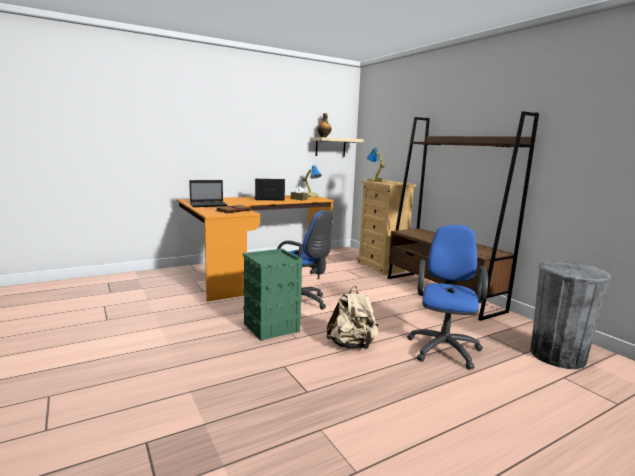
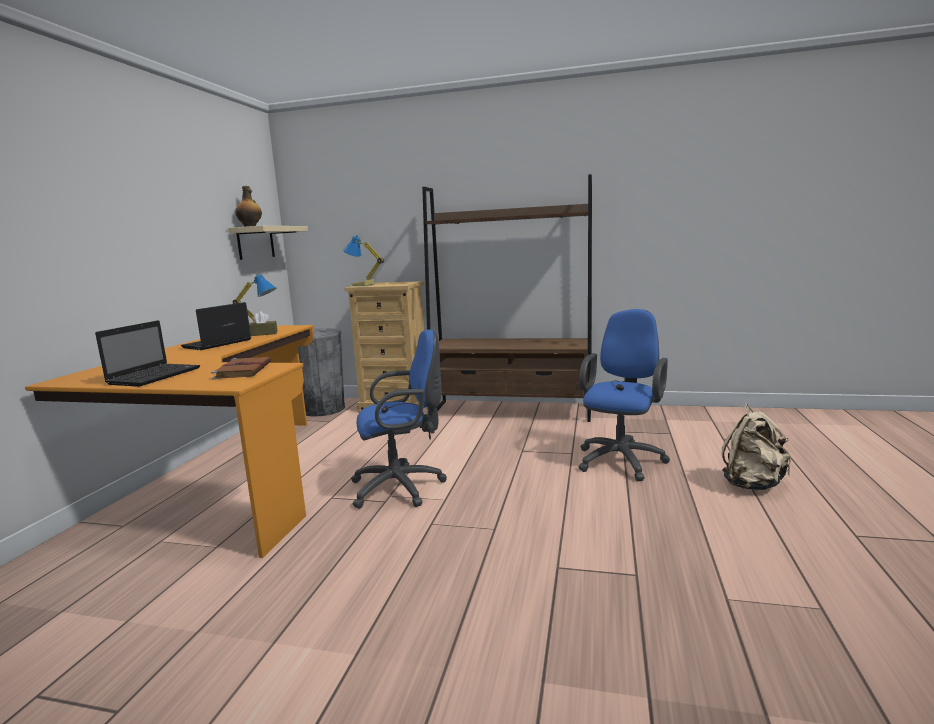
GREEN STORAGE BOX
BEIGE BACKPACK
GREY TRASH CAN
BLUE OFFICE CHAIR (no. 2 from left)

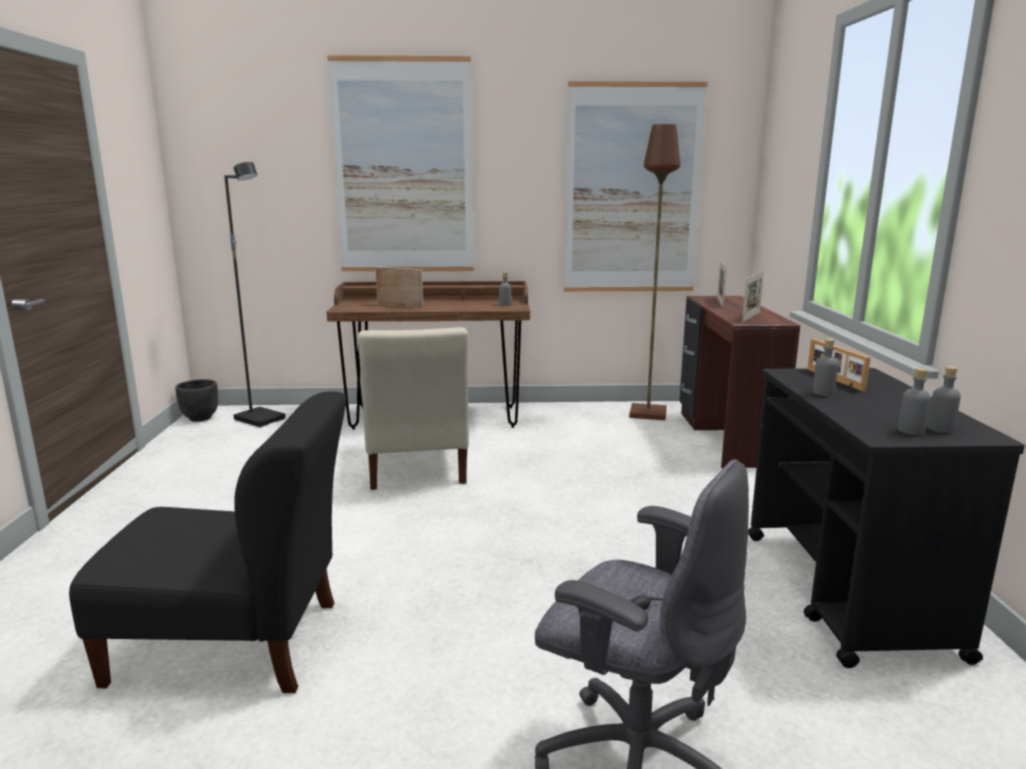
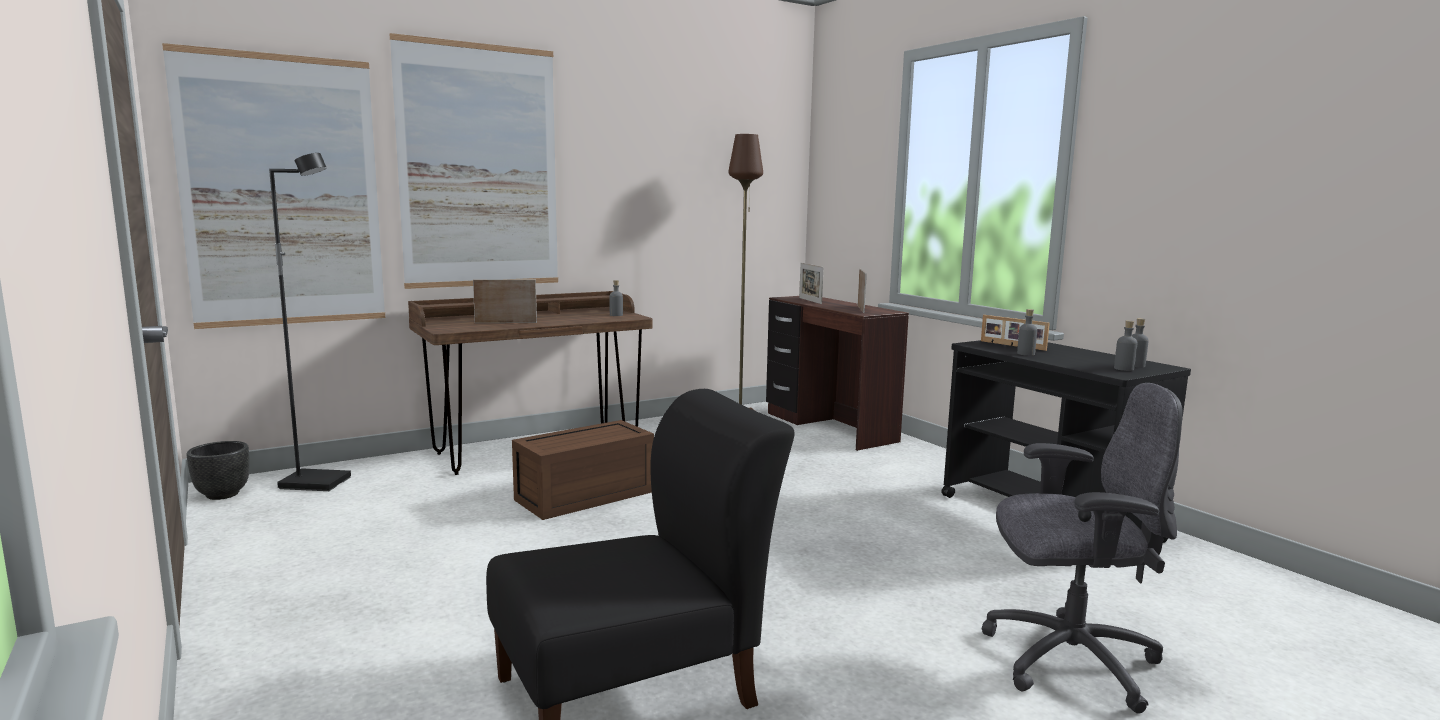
PICTURE (no. 1 from left)
BROWN STORAGE BOX

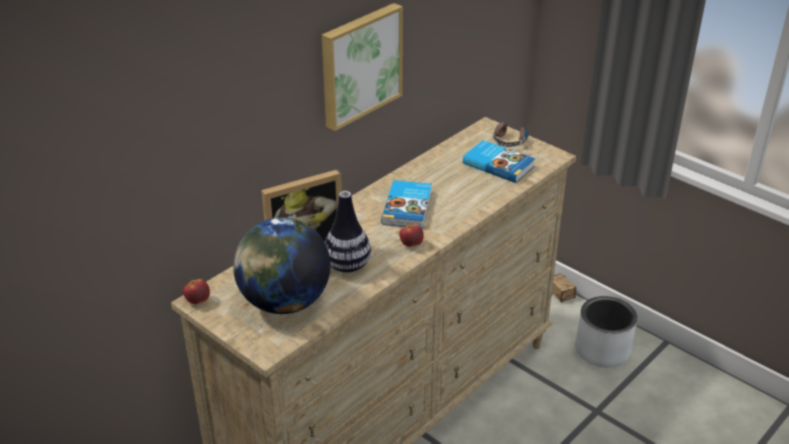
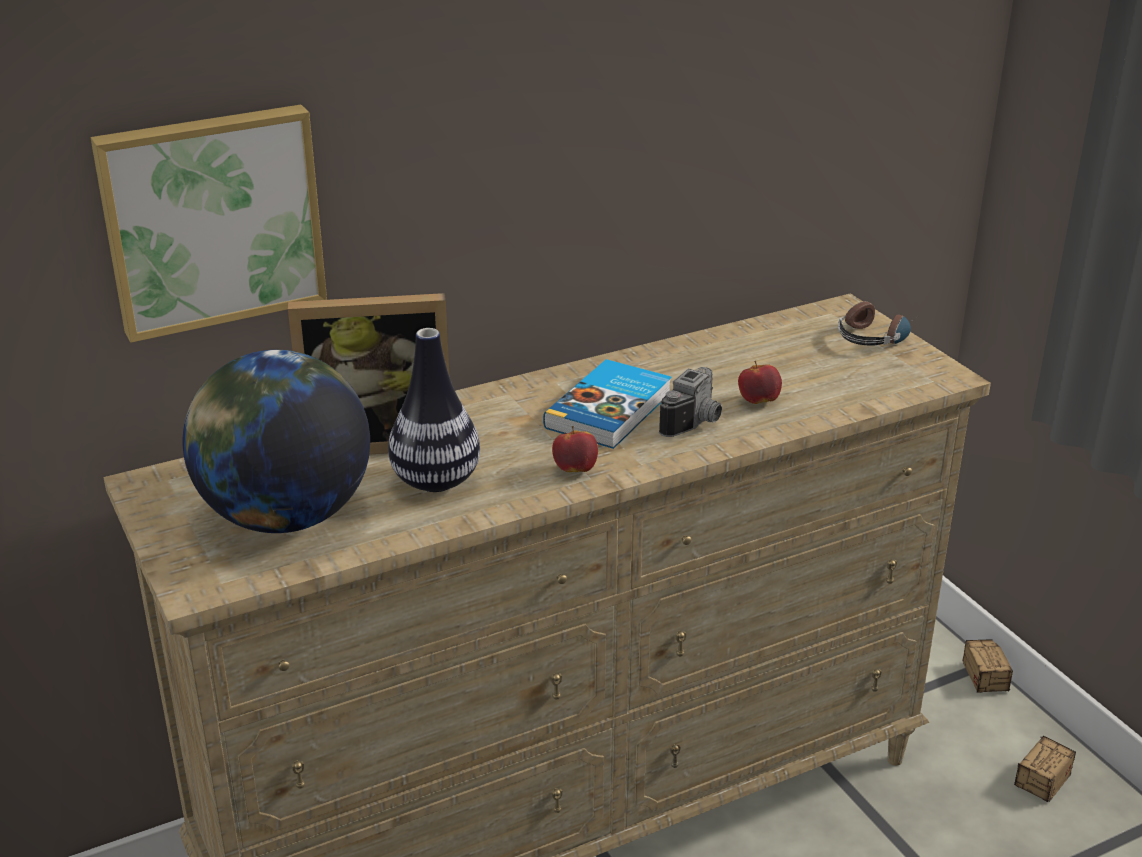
BOOK (no. 2 from left in the first image)
PHOTO CAMERA
APPLE (no. 2 from left)
PICTURE
STORAGE BOX (no. 2 from left)

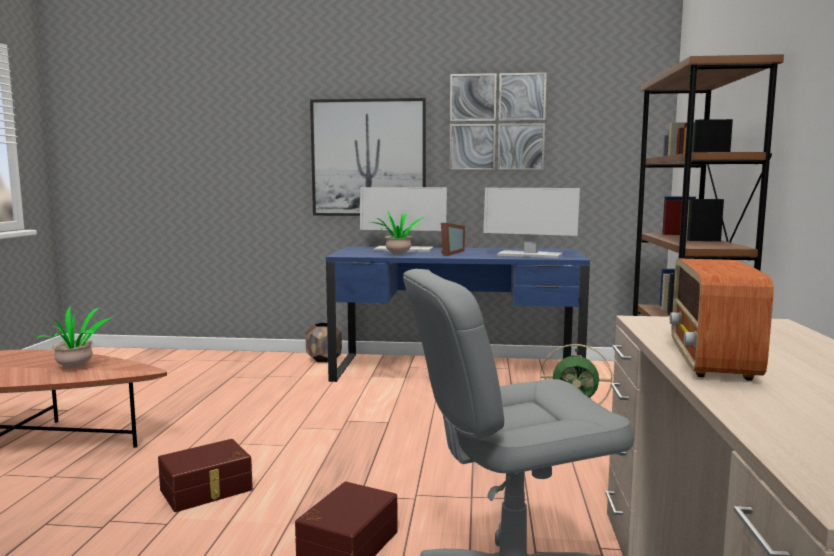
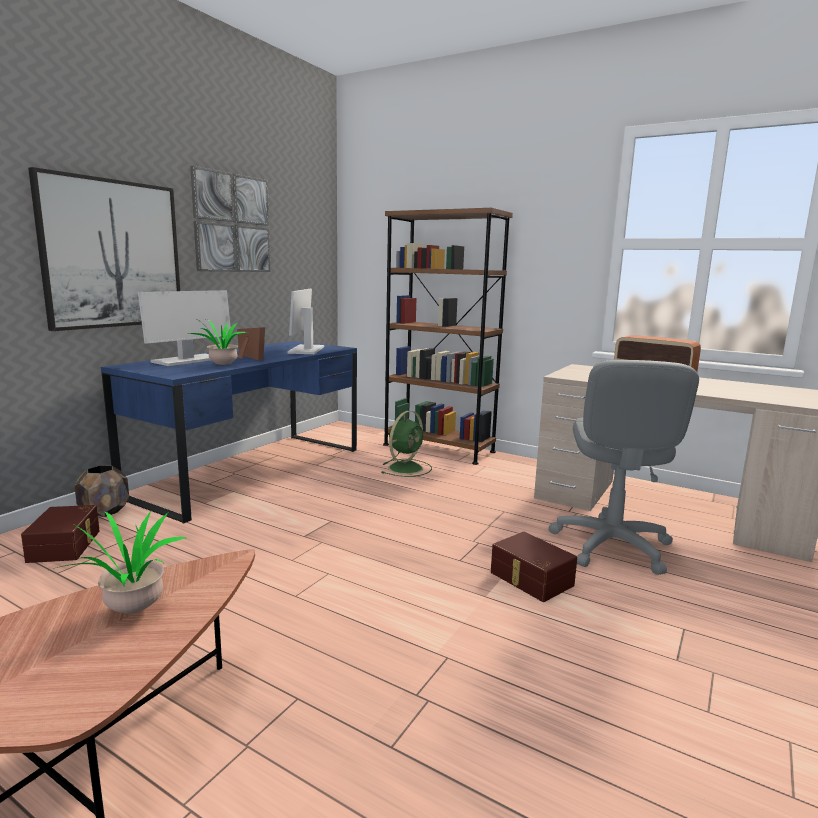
BROWN STORAGE BOX (no. 1 from left)
MONITOR (no. 2 from left)

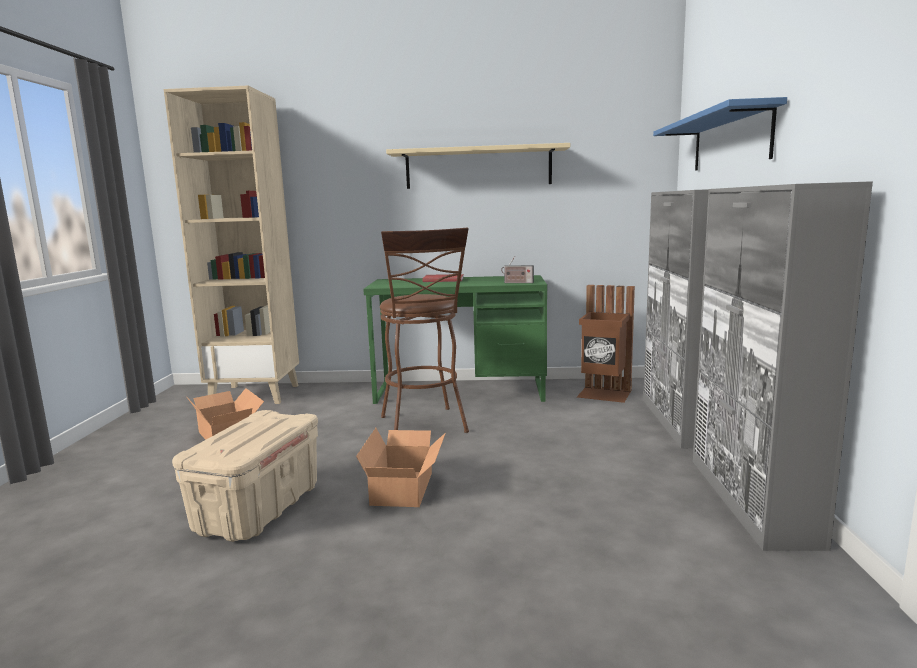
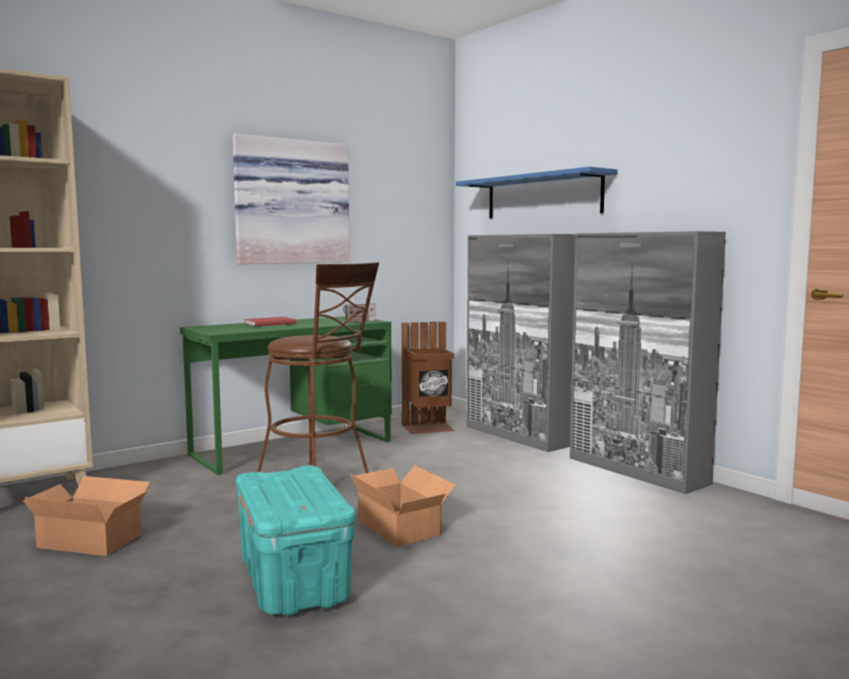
PICTURE
TURQUOISE STORAGE BOX

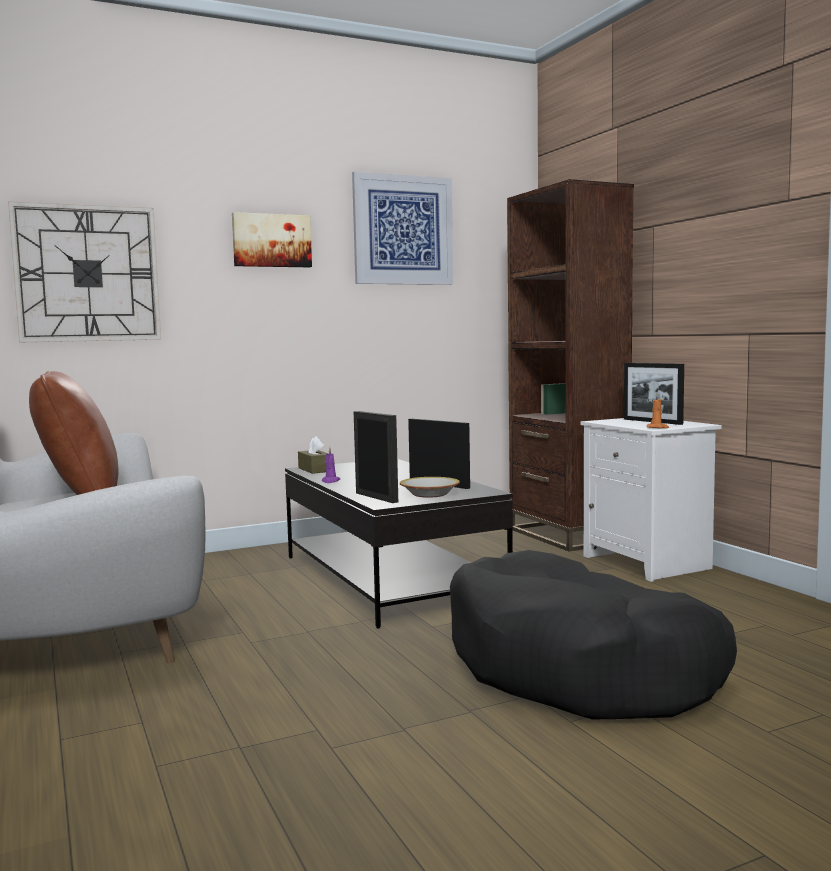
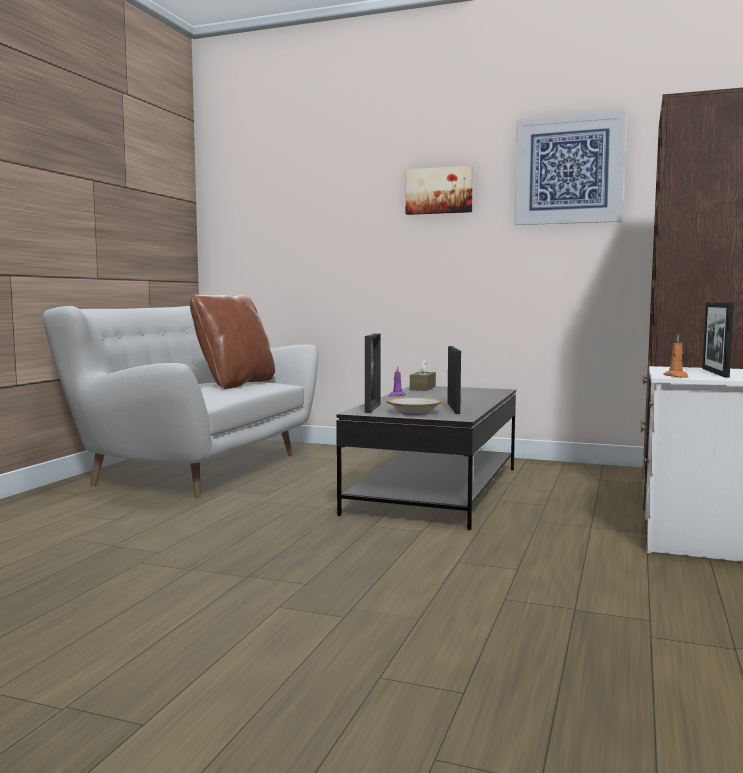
WALL CLOCK
BLACK DOG BED

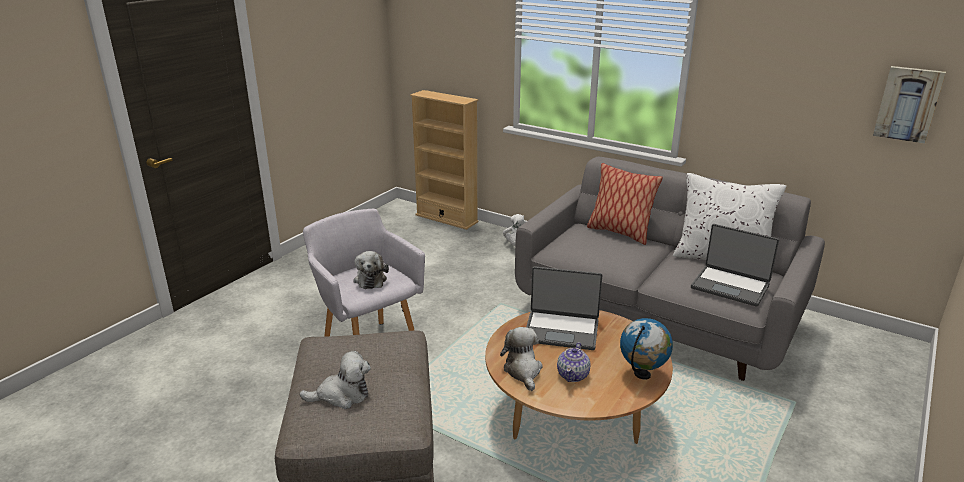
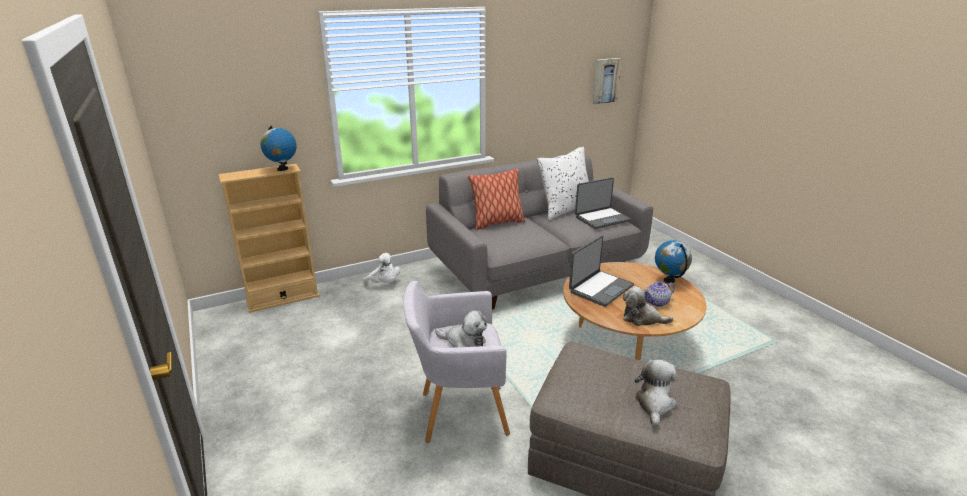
GLOBE (no. 1 from left)
TEAPOT

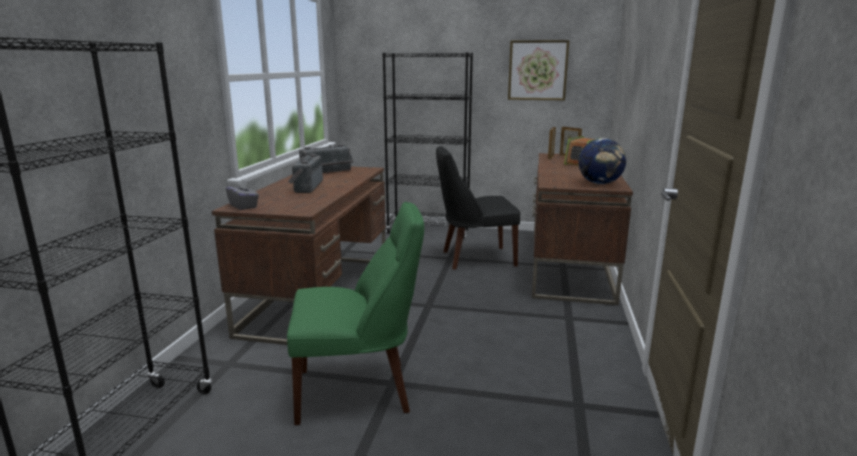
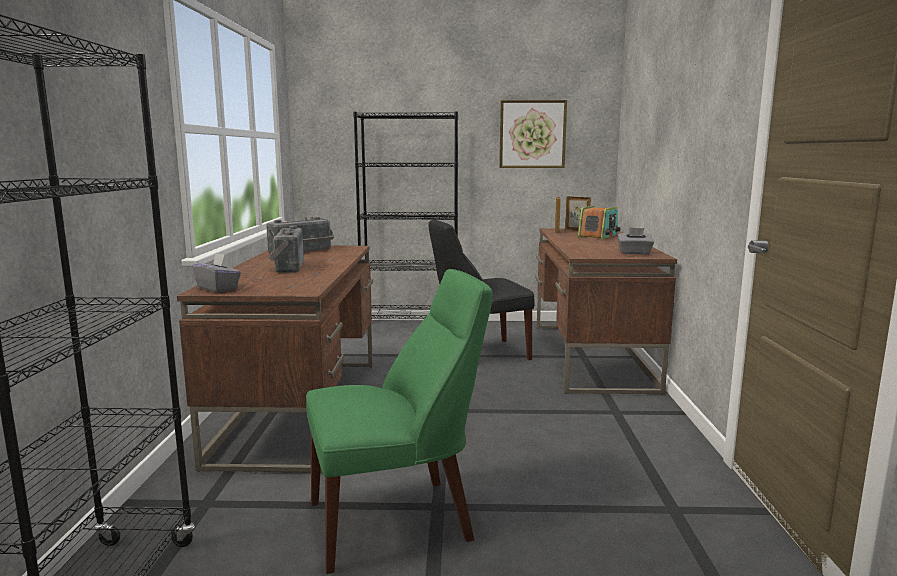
GREY TISSUE BOX (no. 2 from left)

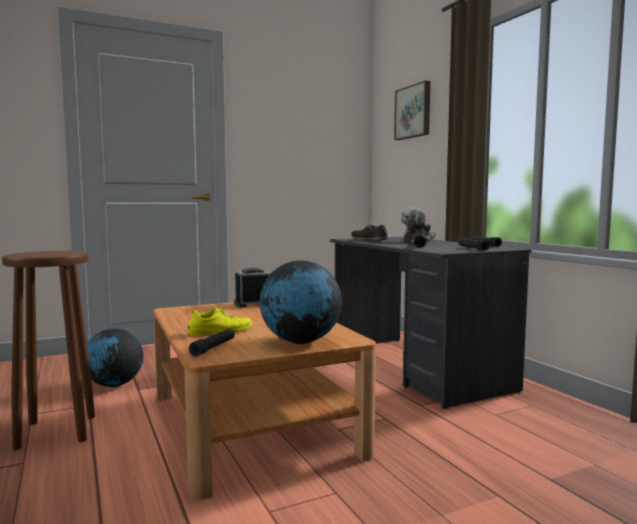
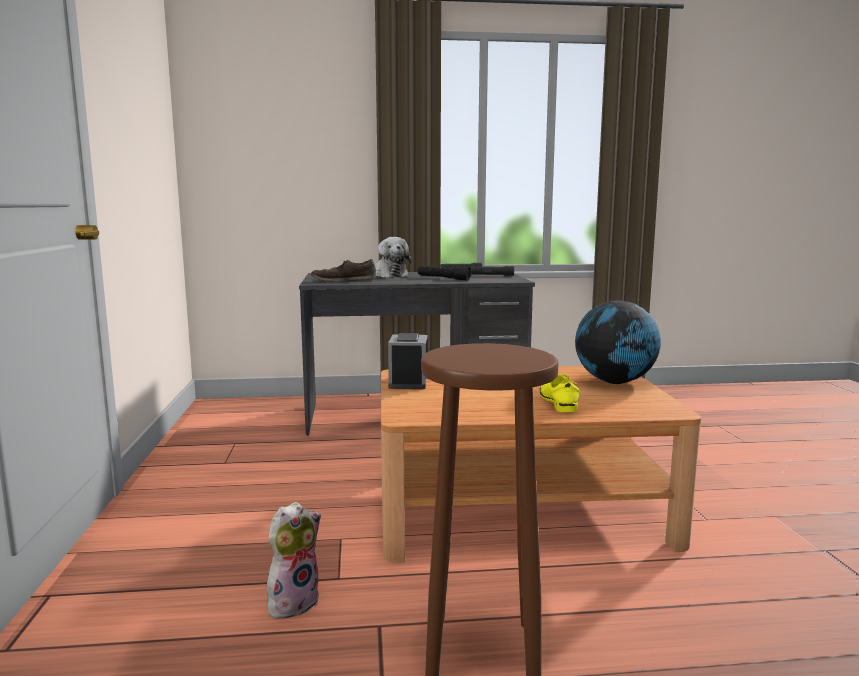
BLACK FLASHLIGHT (no. 1 from left in the first image)
PICTURE
PLUSH TOY (no. 1 from left)

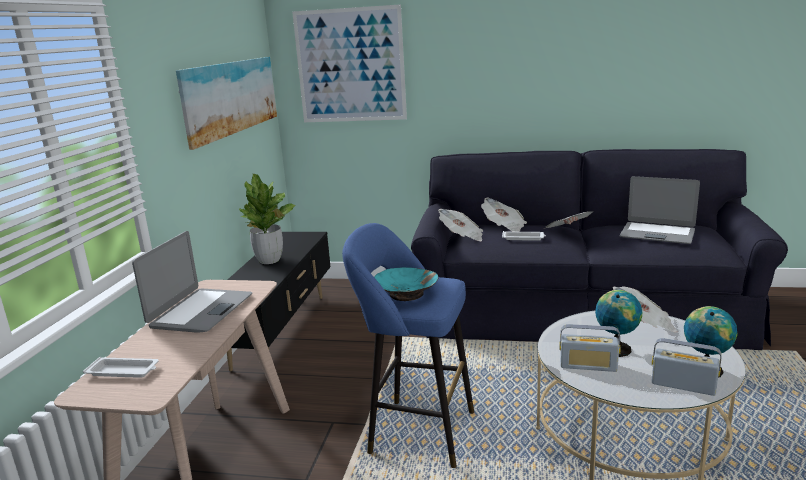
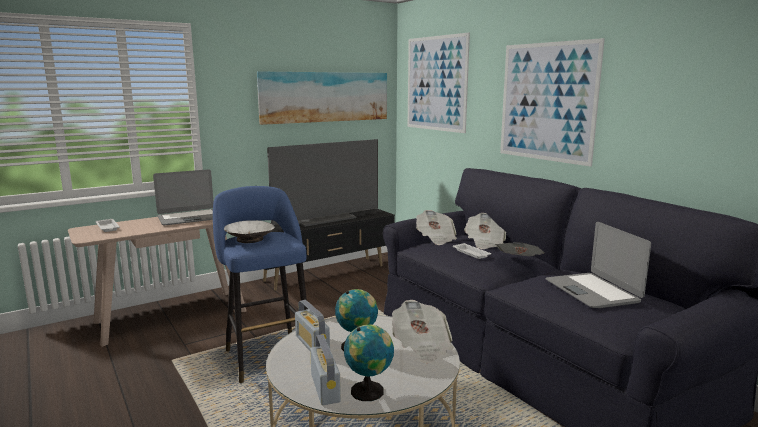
PICTURE (no. 3 from left)
TELEVISION
WHITE BOWL

